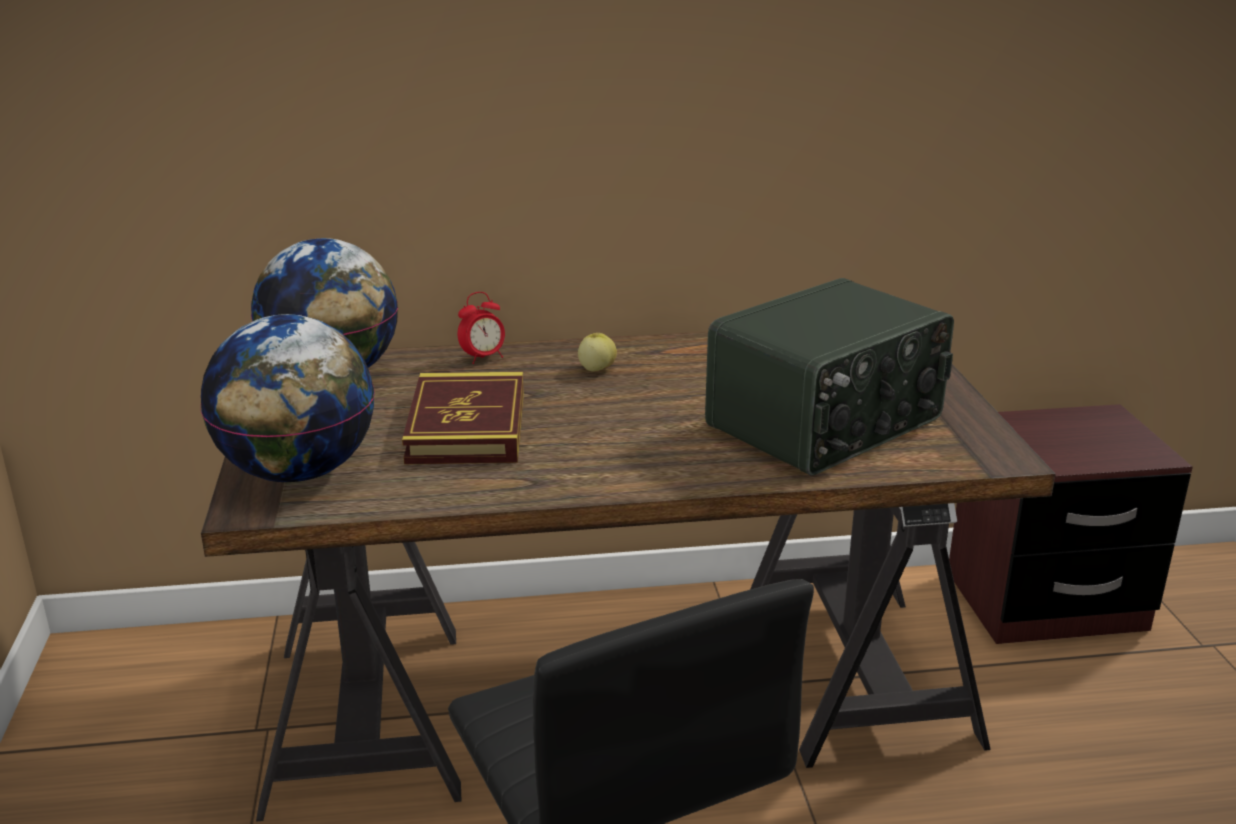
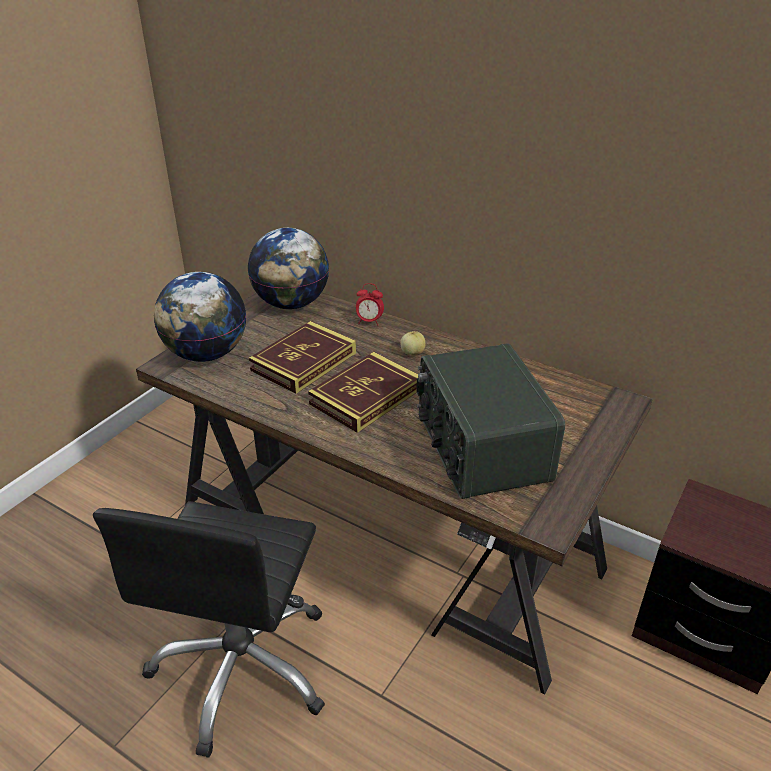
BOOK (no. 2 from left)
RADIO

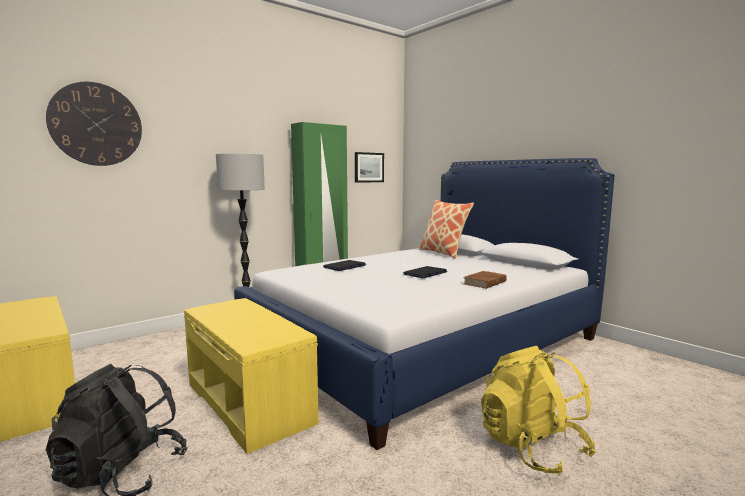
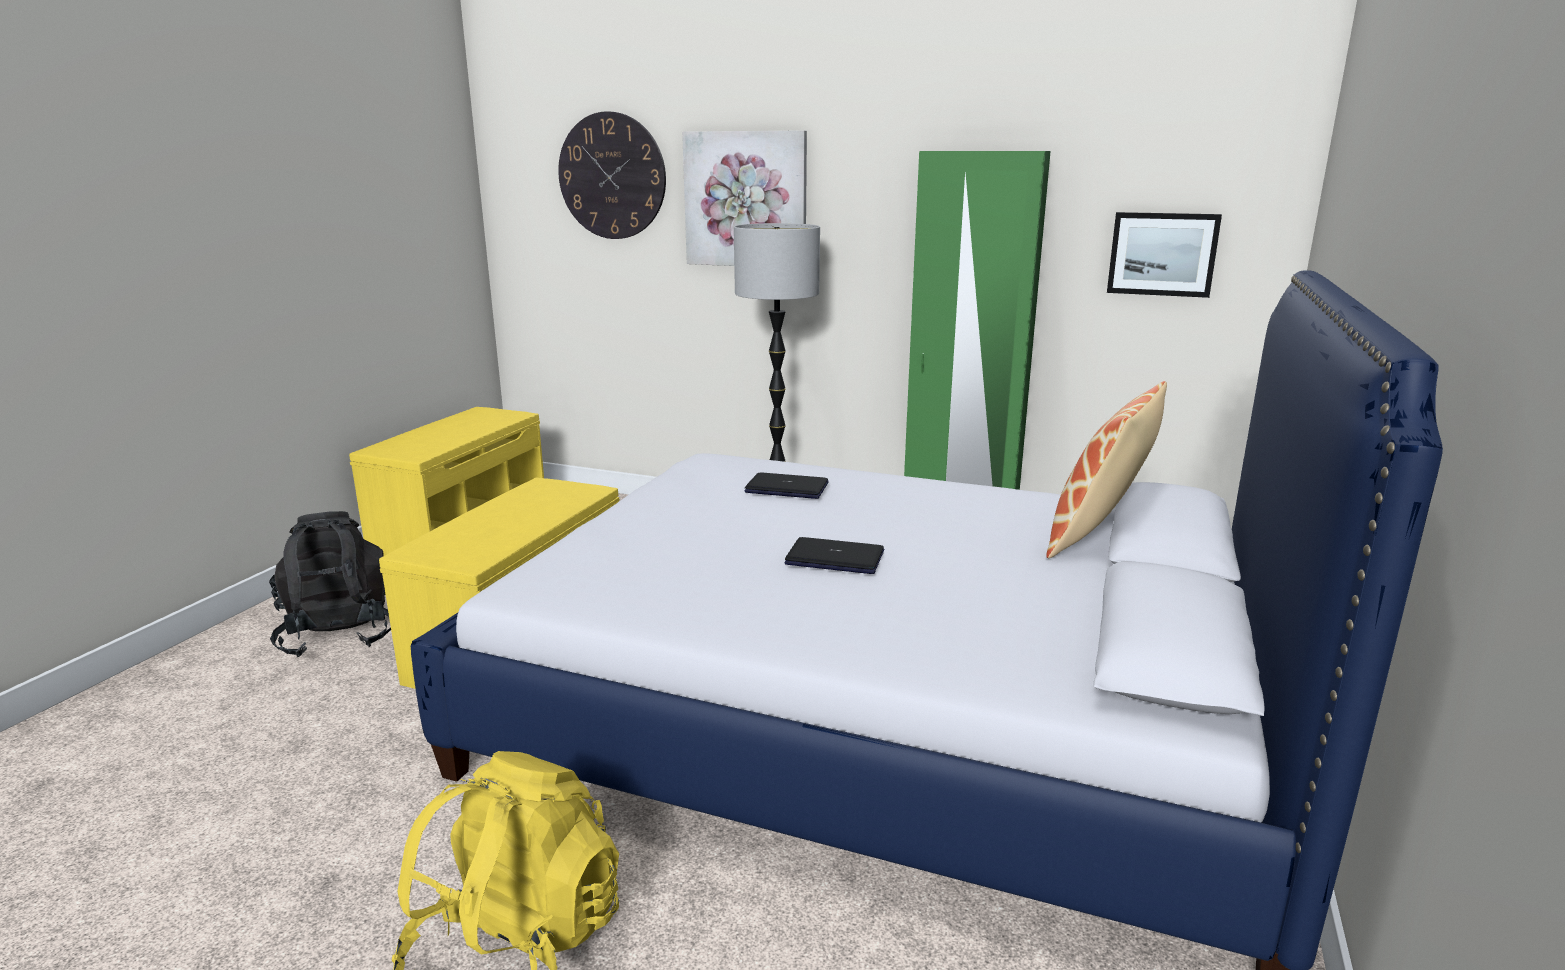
BROWN BOOK
PICTURE (no. 1 from left)

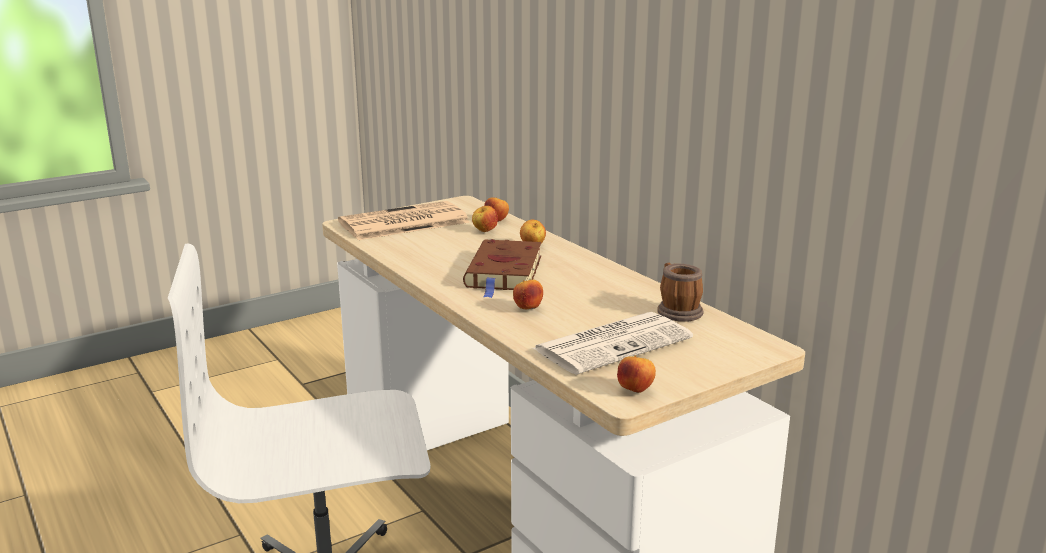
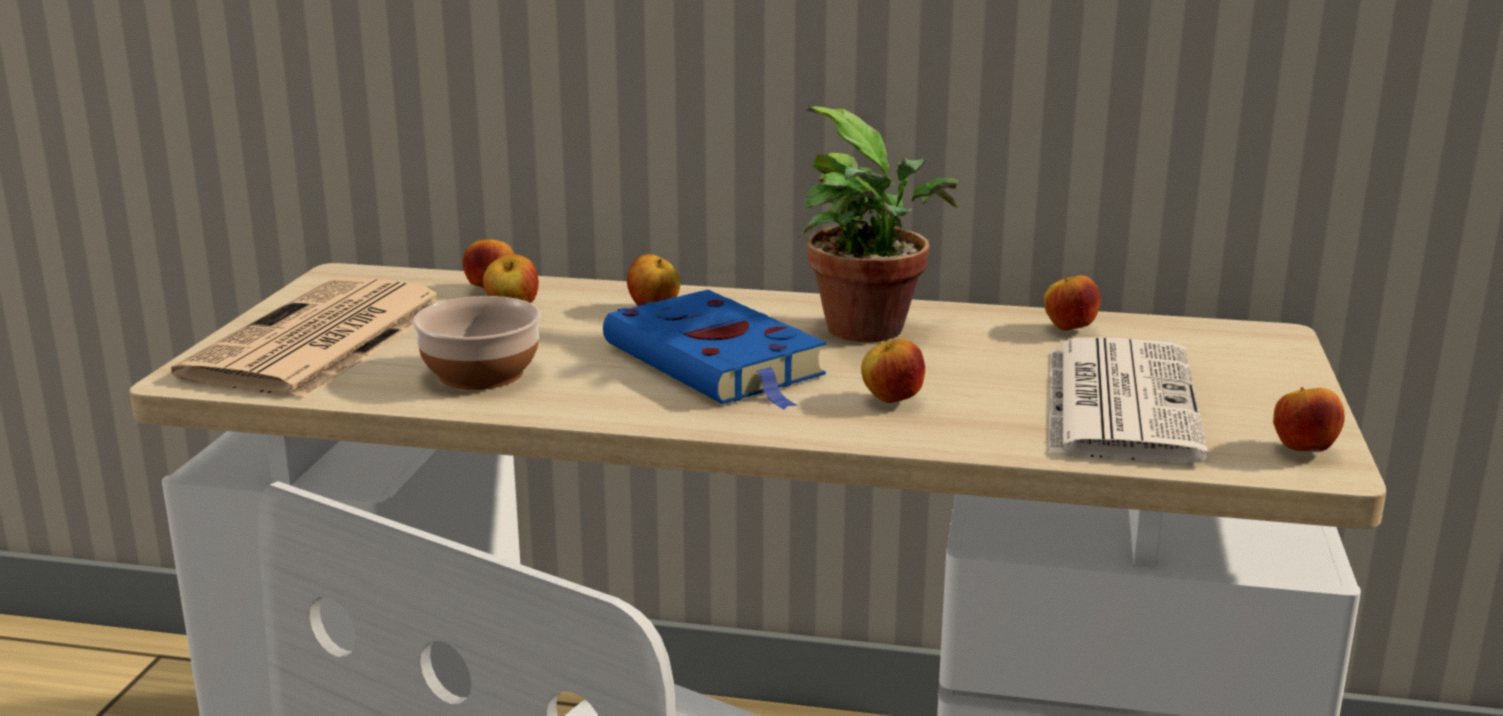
BOWL
POTTED PLANT
APPLE (no. 5 from left)
BLUE BOOK

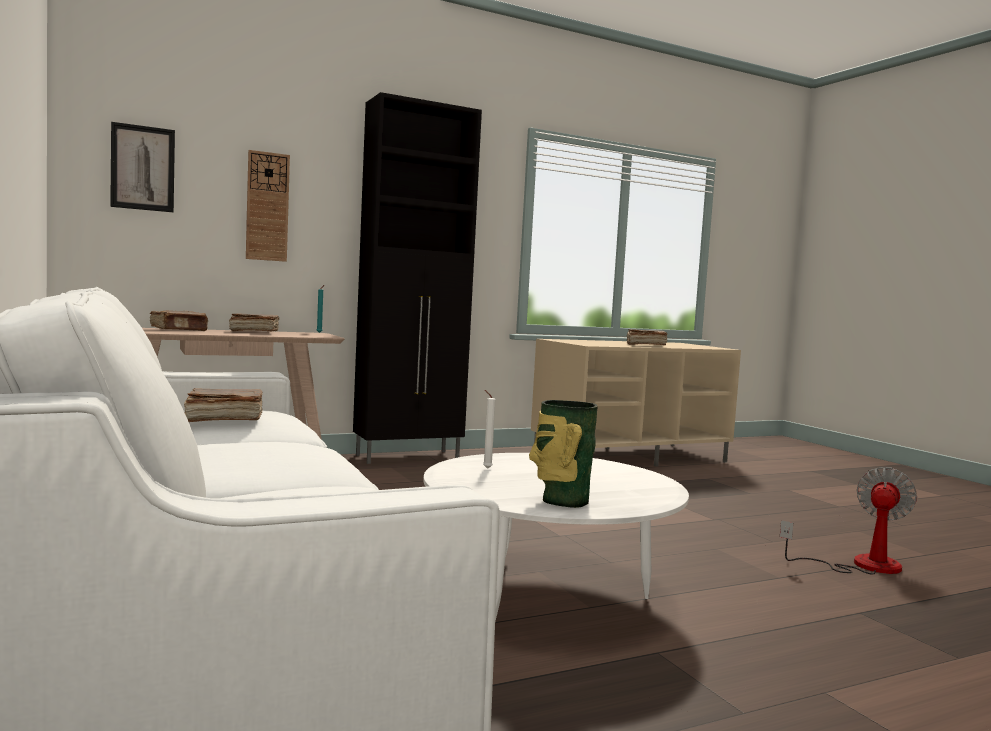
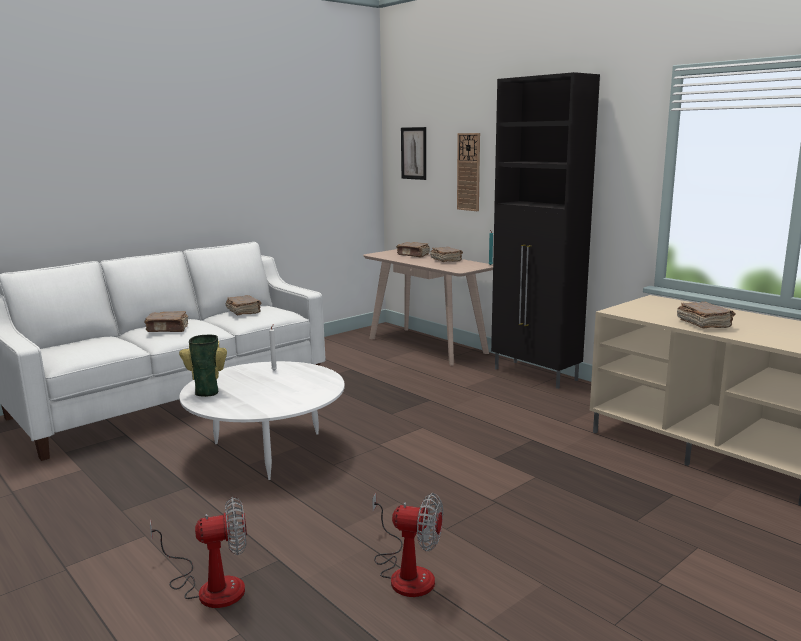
BROWN BOOK (no. 1 from left)
FAN (no. 1 from left)

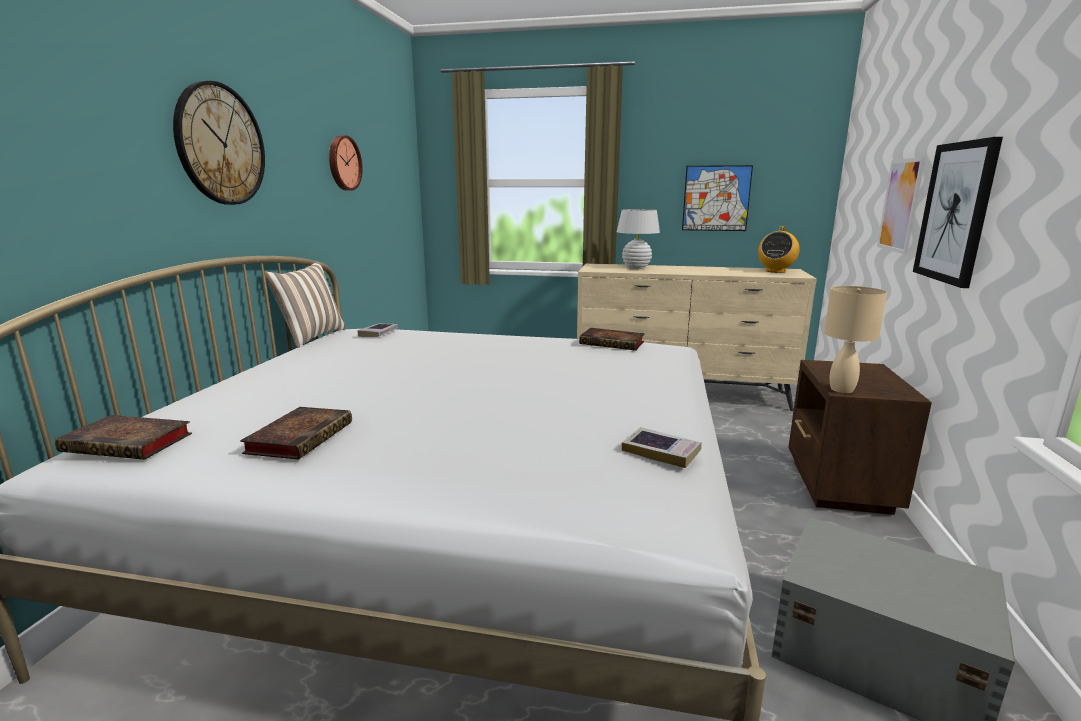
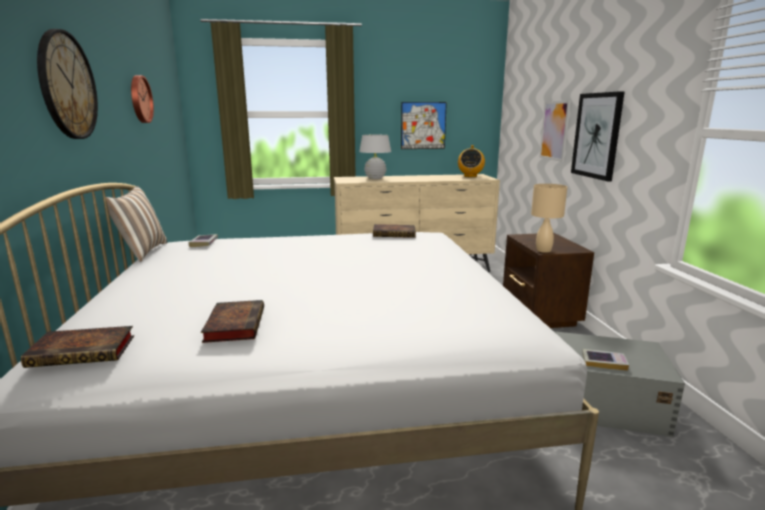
BOOK (no. 5 from left)

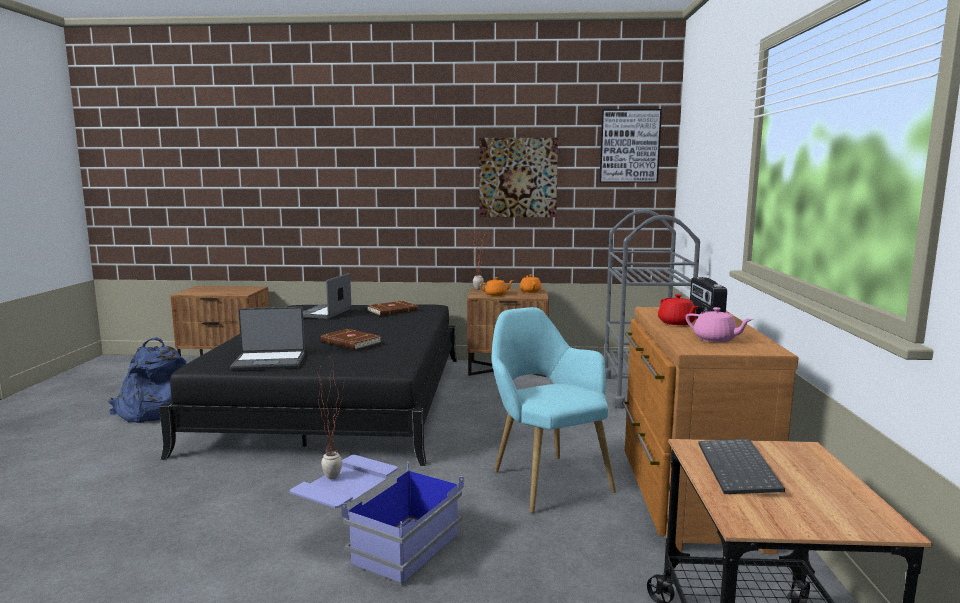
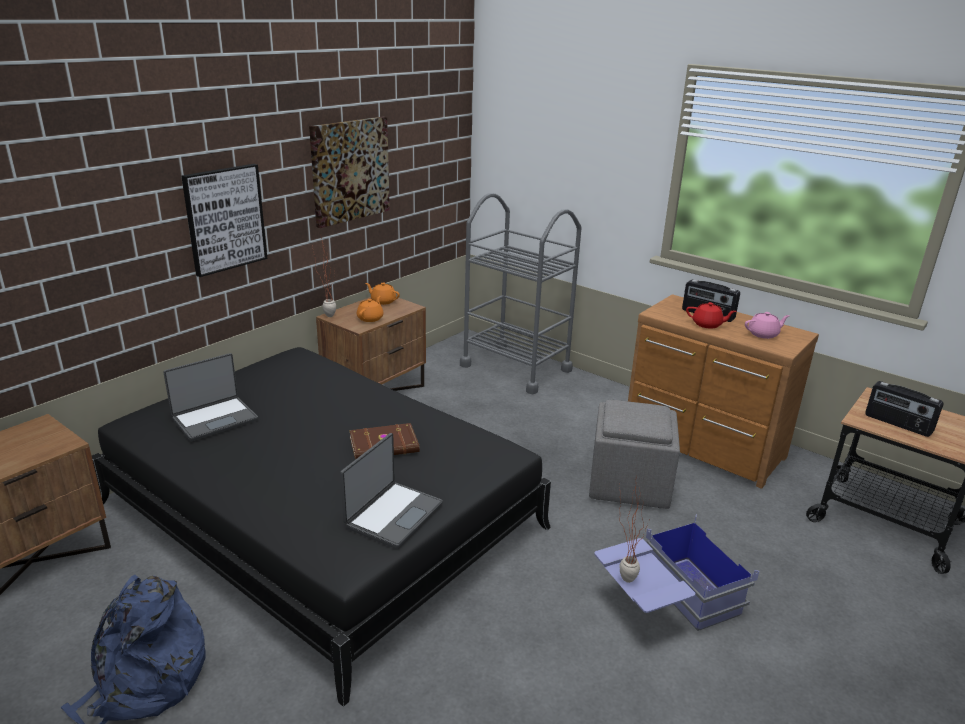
BROWN BOOK (no. 2 from left in the first image)
PICTURE (no. 1 from left)
GREY OTTOMAN
RADIO (no. 2 from left)
LAPTOP (no. 1 from left)

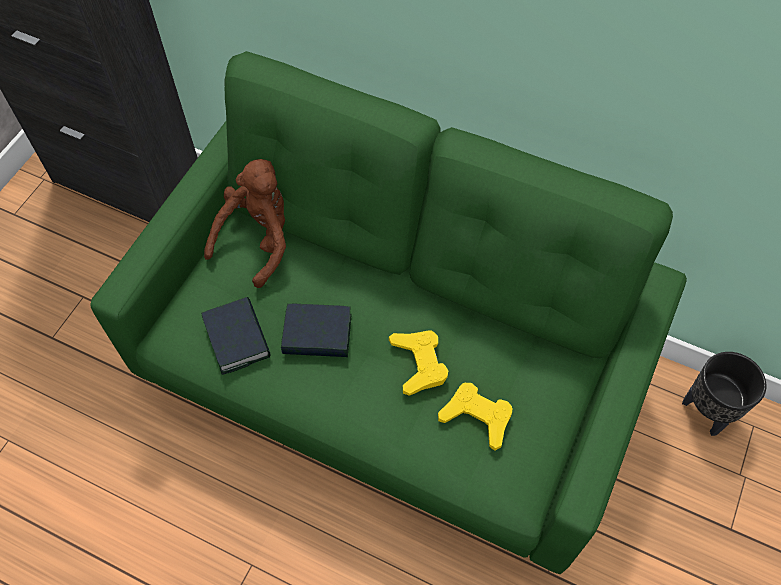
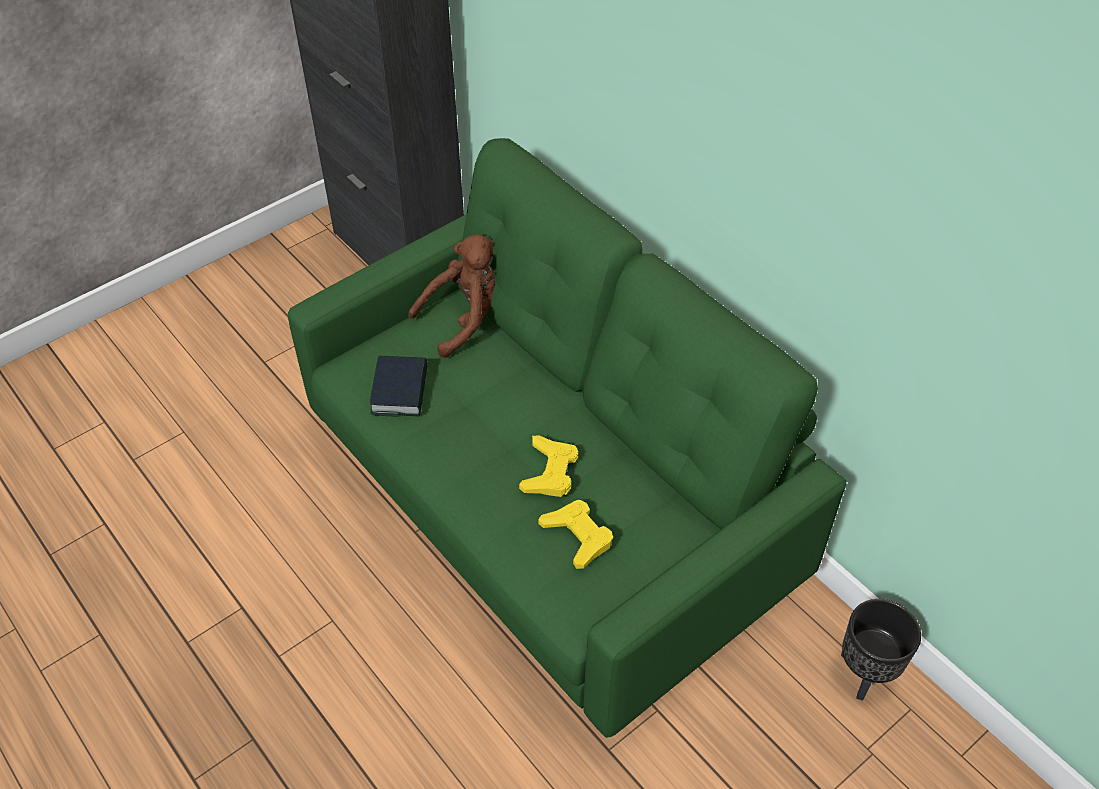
BOOK (no. 2 from left in the first image)

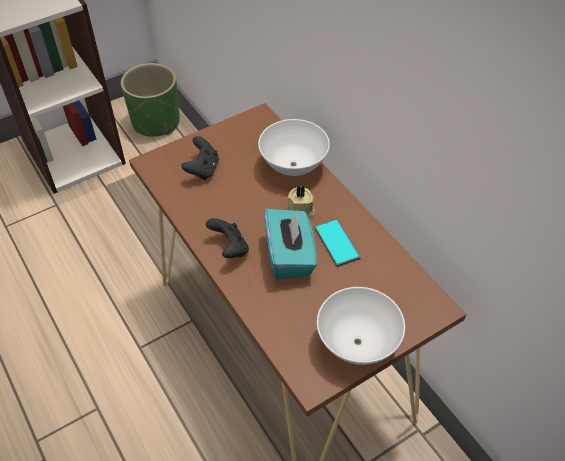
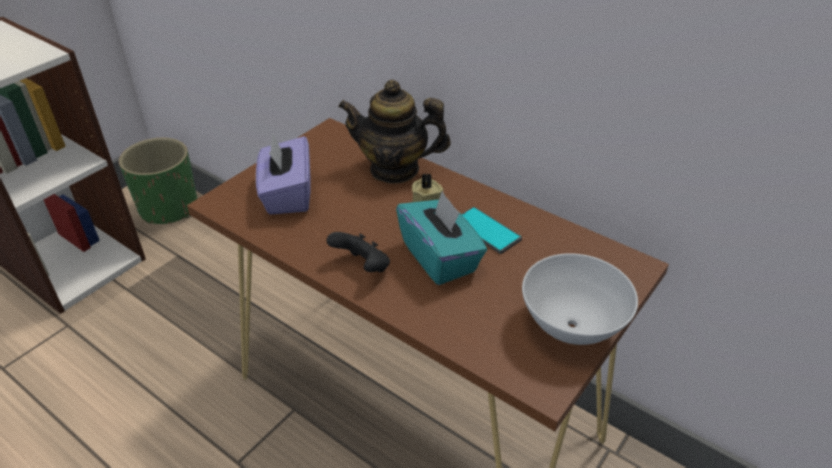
PURPLE TISSUE BOX
TEAPOT

